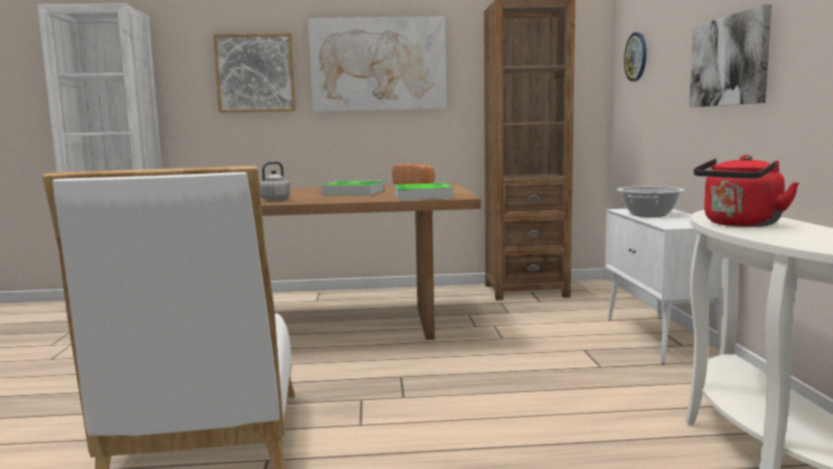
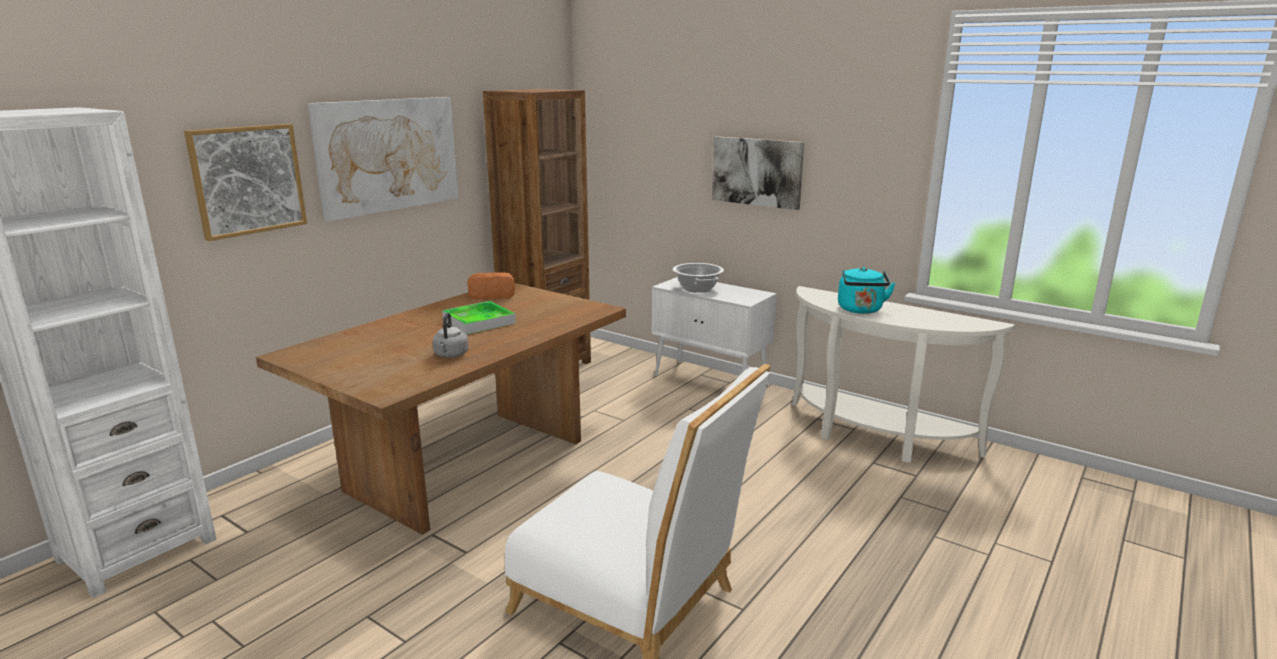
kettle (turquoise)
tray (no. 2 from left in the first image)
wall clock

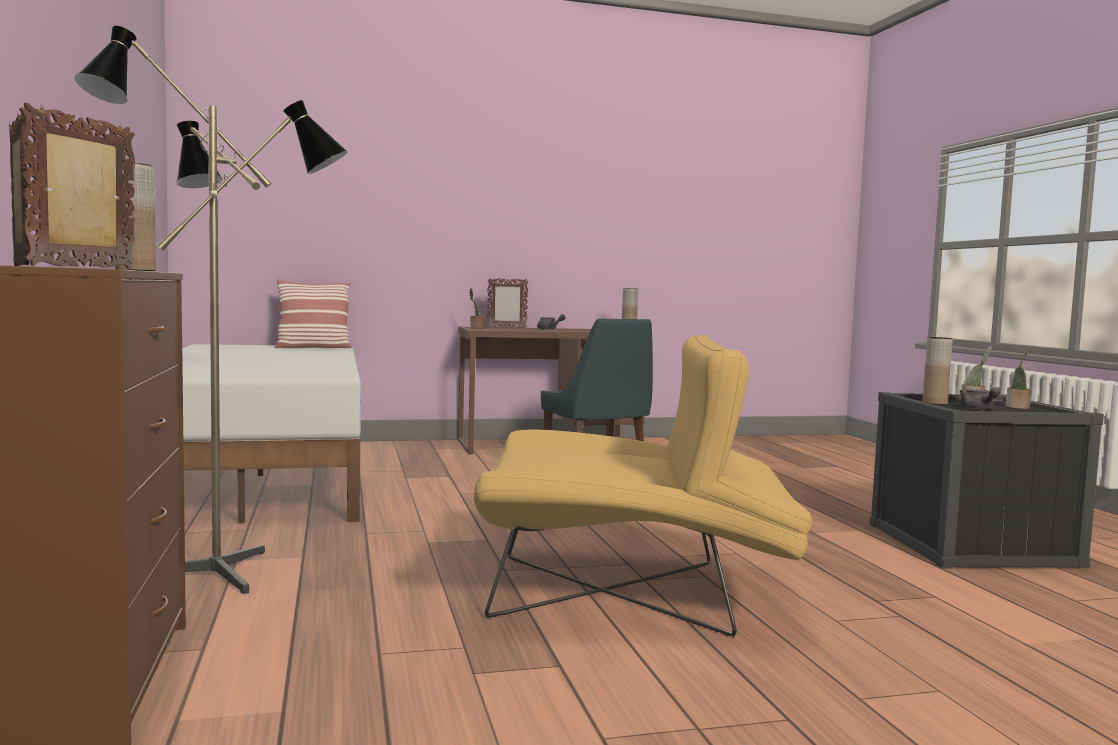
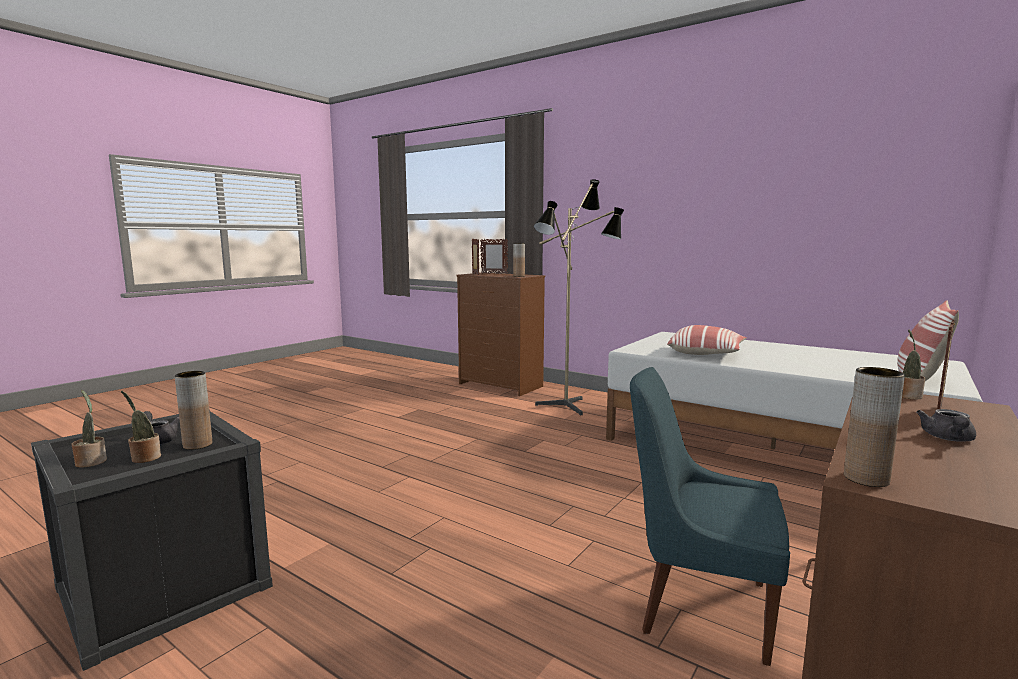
pillow (no. 1 from left)
armchair (yellow)

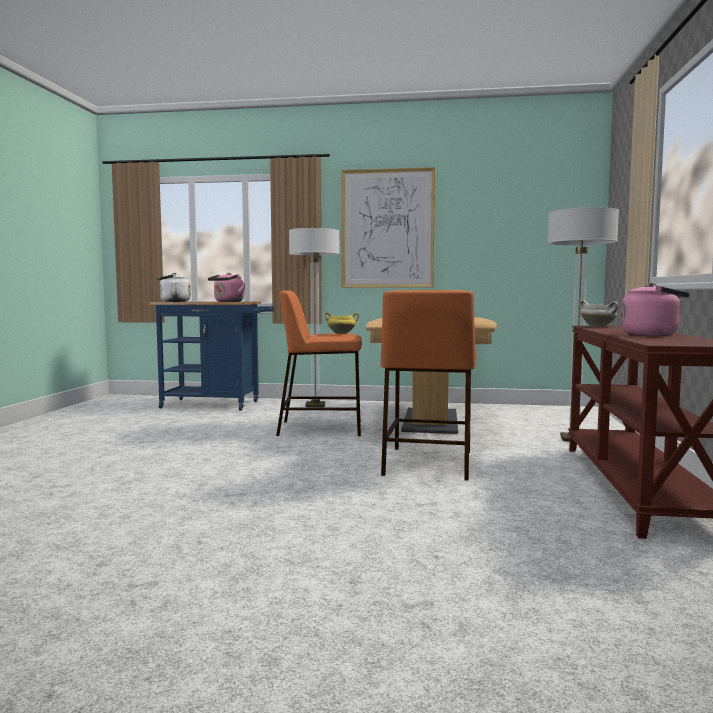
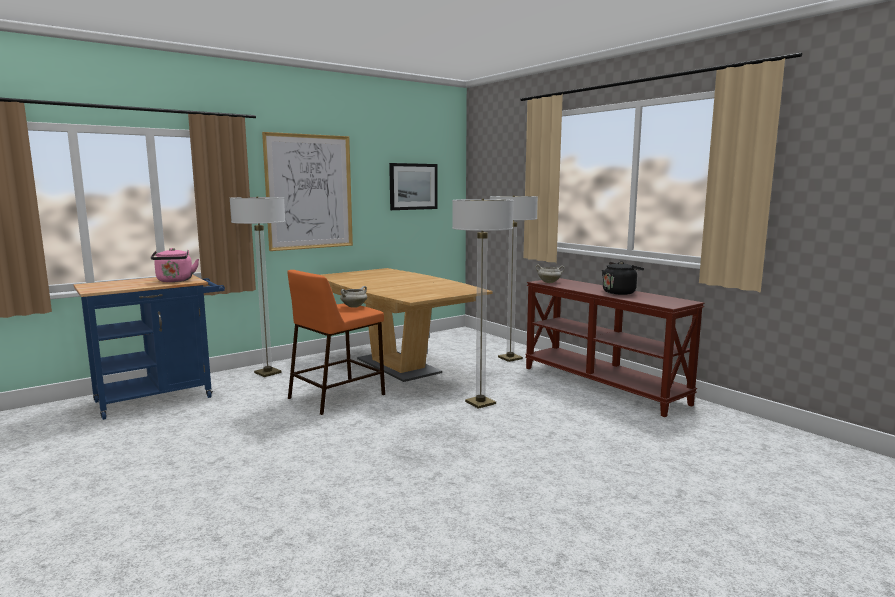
cooking pot (white) (no. 1 from left)
picture (no. 2 from left)
floor lamp (no. 2 from left)
kettle (black)
kettle (white)

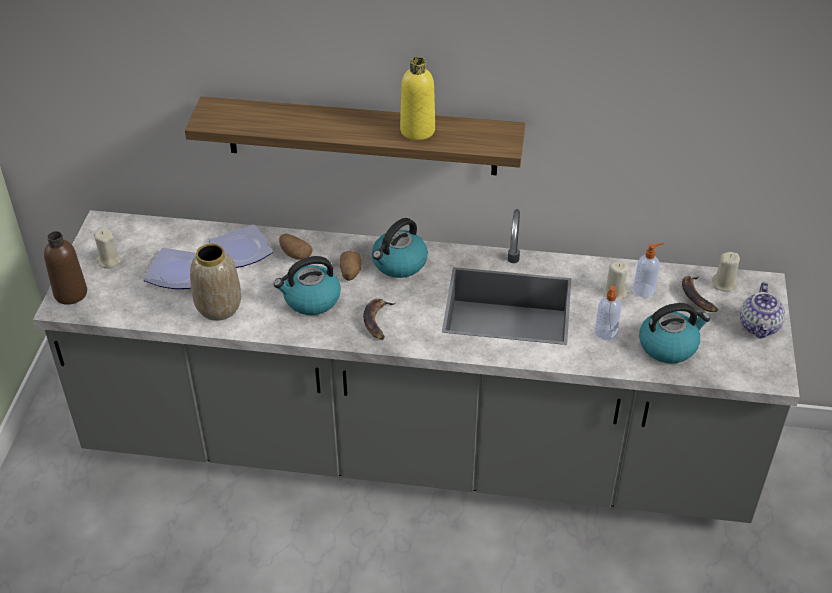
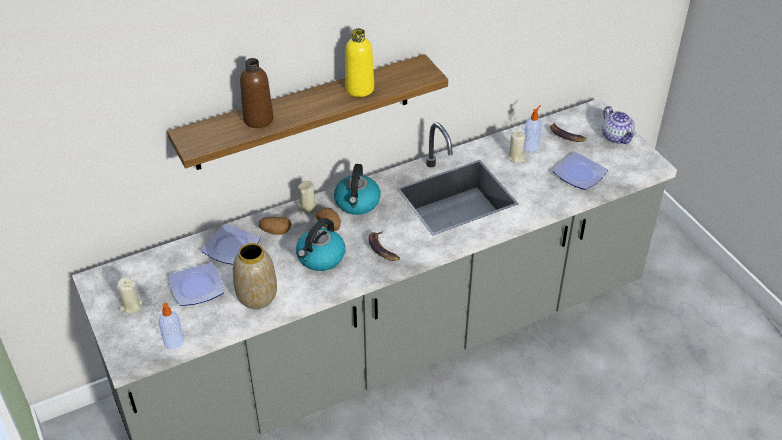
soap dispenser (no. 1 from left)
bottle (brown)
candle (beige) (no. 2 from left)
plate (no. 3 from left)

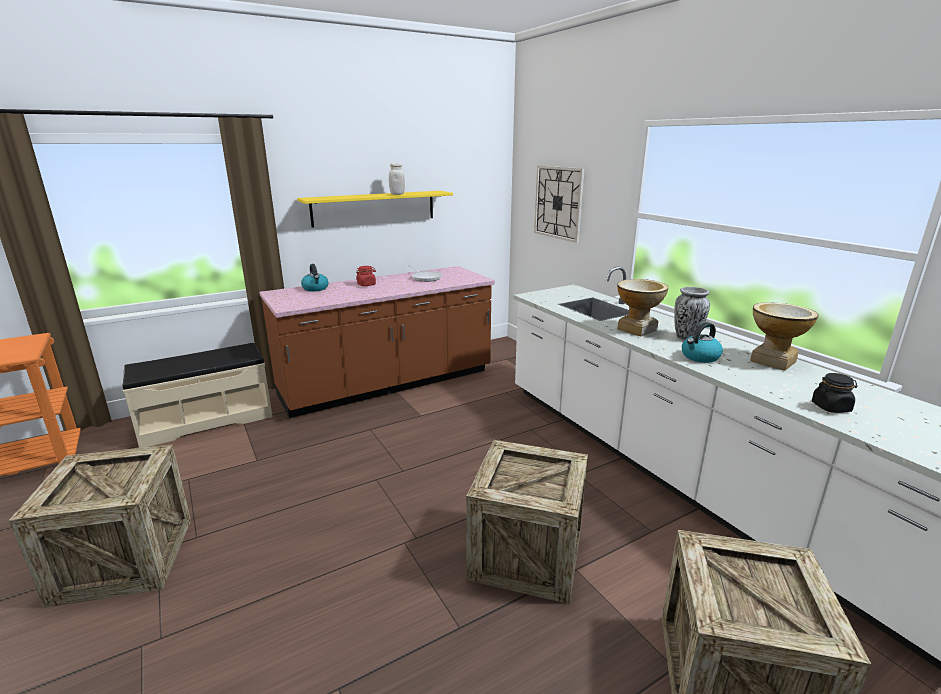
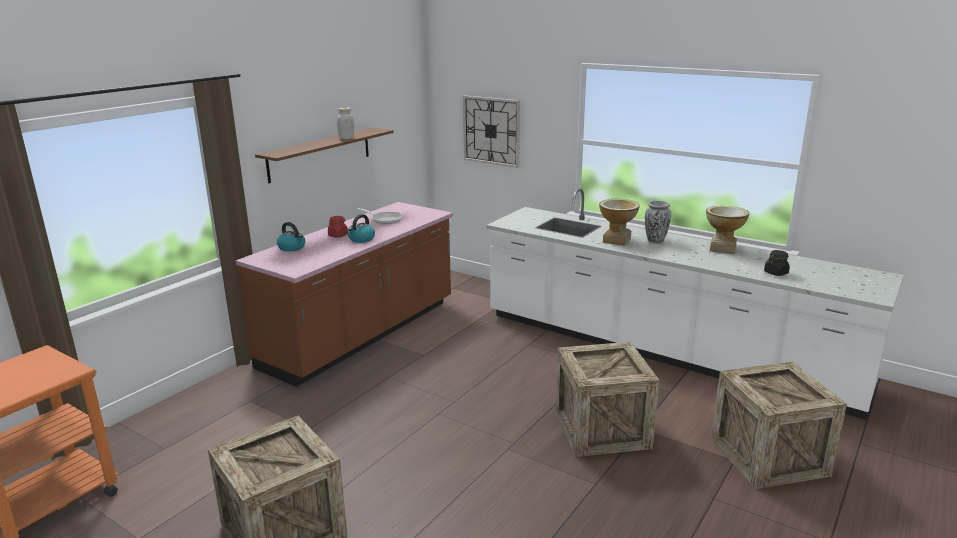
shelf (brown)
kettle (no. 2 from left)
bench (beige)

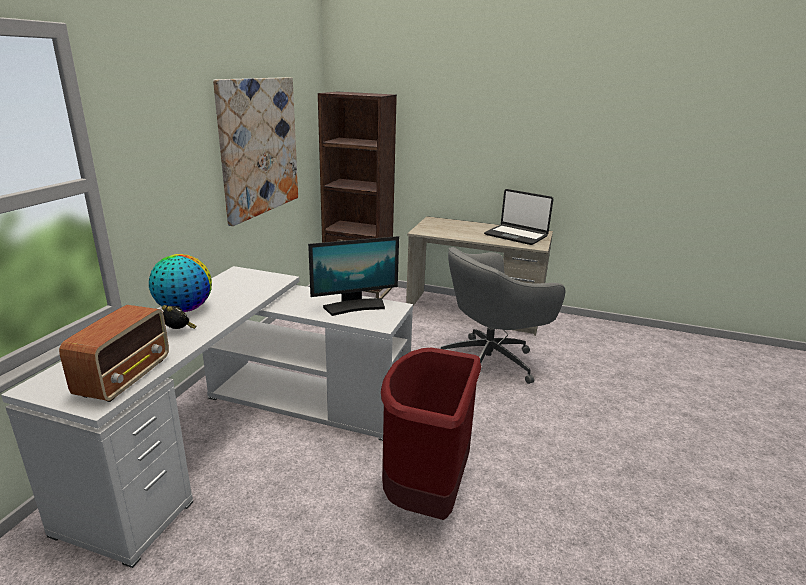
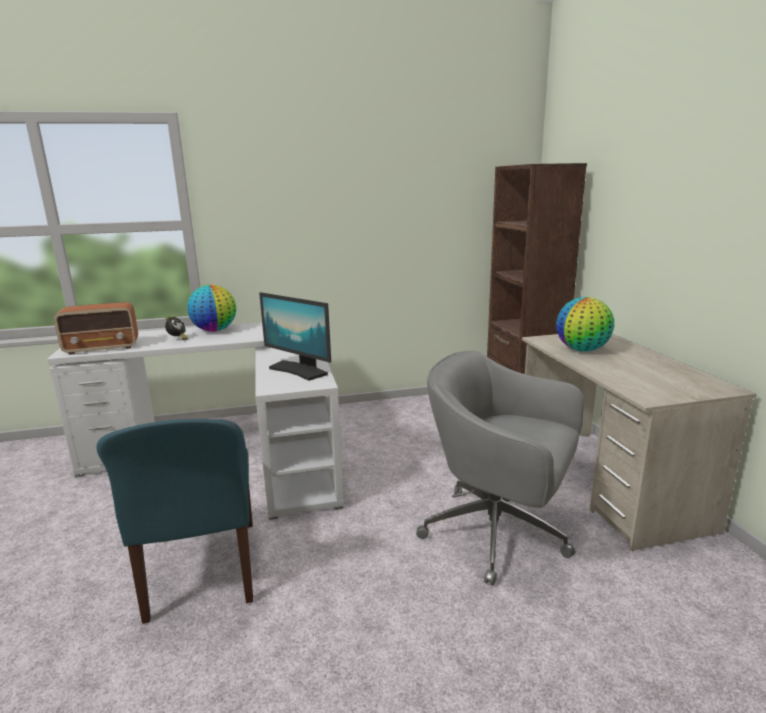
chair (blue)
globe (no. 2 from left)
picture
laptop

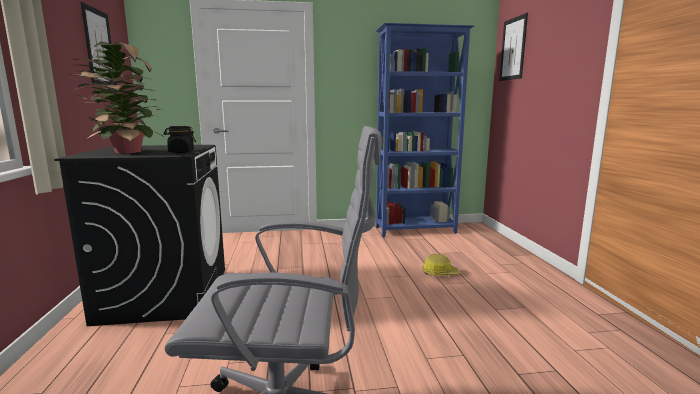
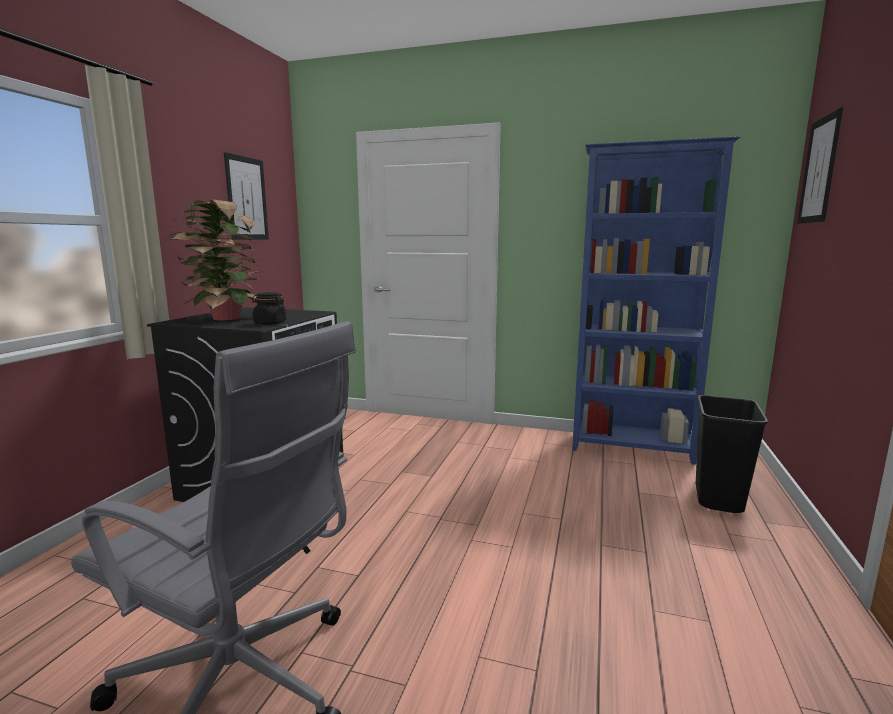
trash can (black)
hard hat

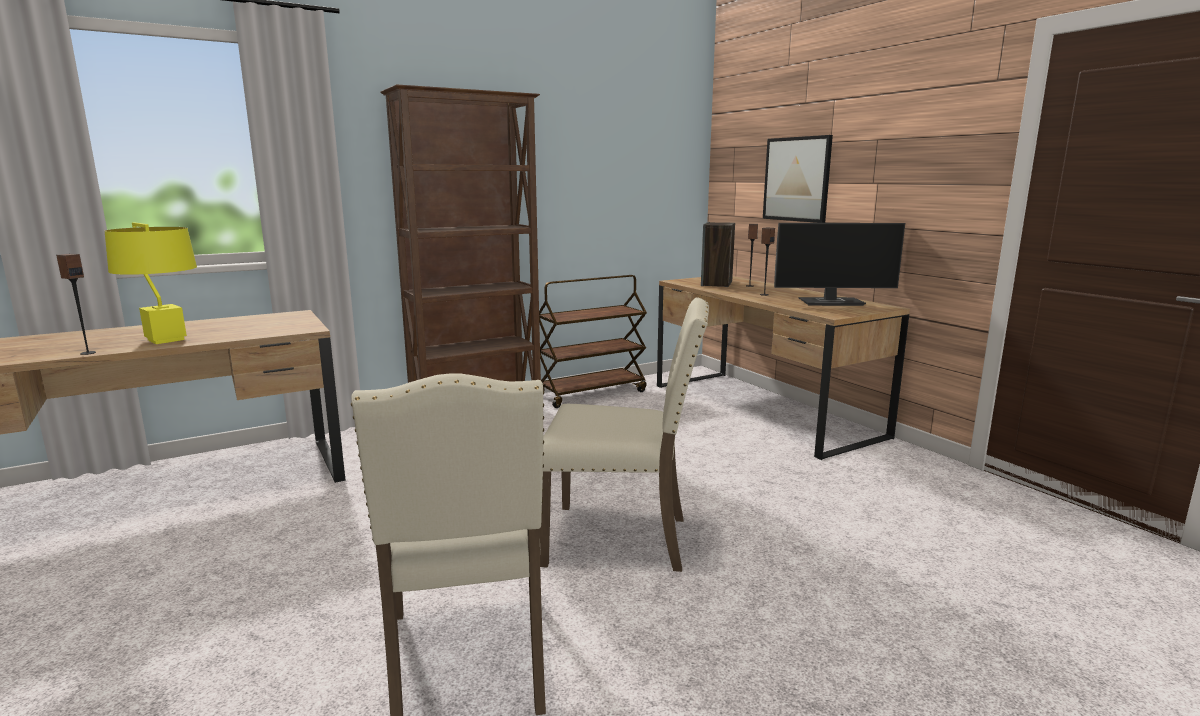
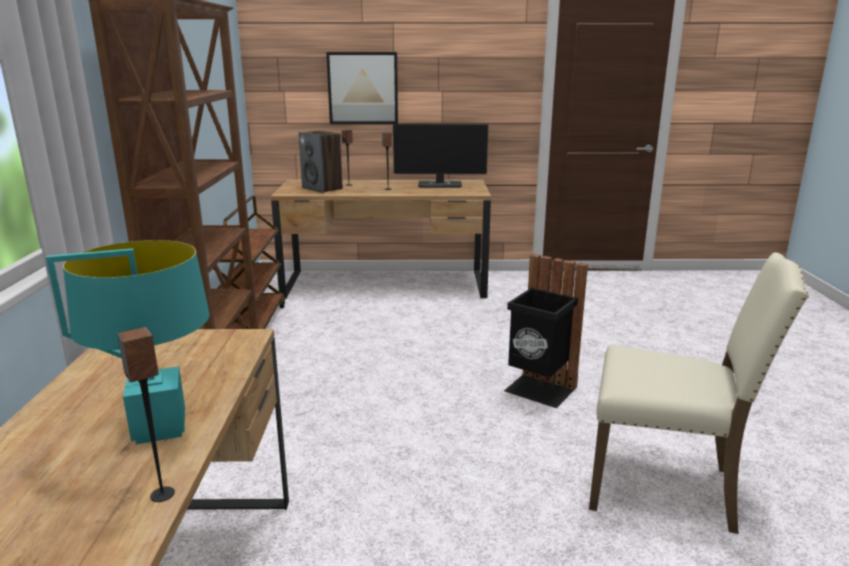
table lamp (turquoise)
monitor
trash can (black)

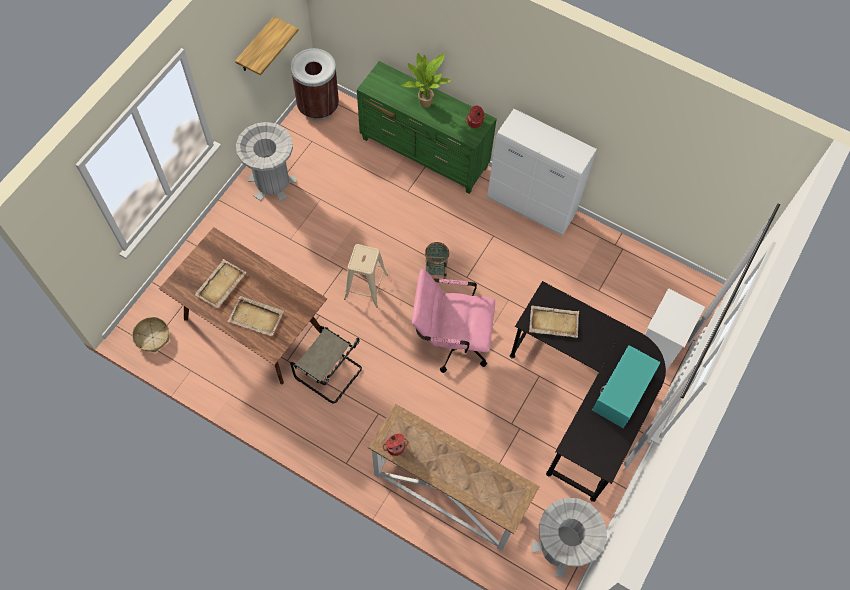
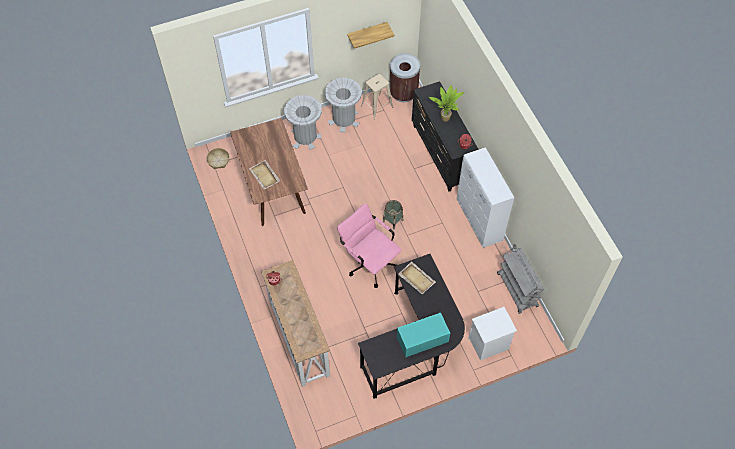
trash can (grey) (no. 1 from left)
stool (beige)
dresser (black)
cart (grey)
tray (beige) (no. 1 from left in the first image)
chair (beige)

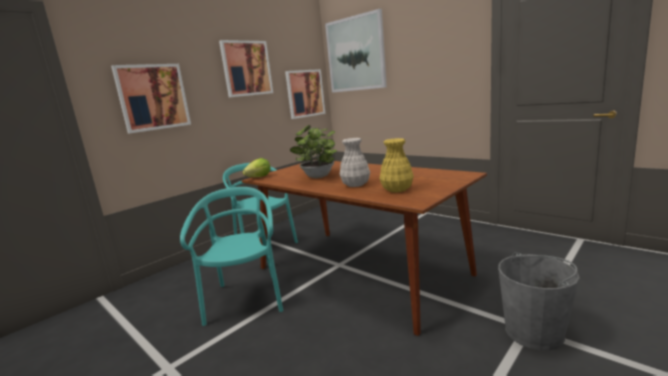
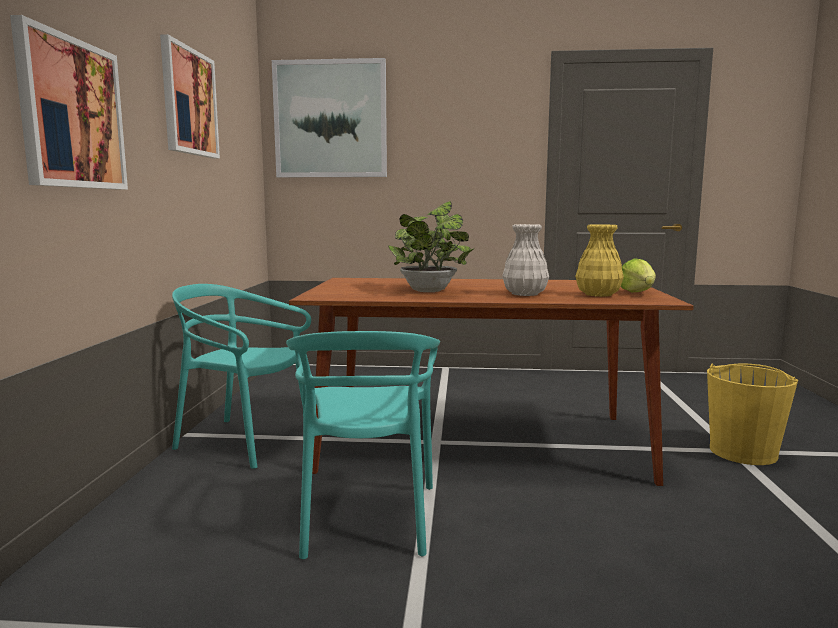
chair (turquoise) (no. 2 from left)
lettuce
bucket (yellow)
picture (no. 3 from left in the first image)

